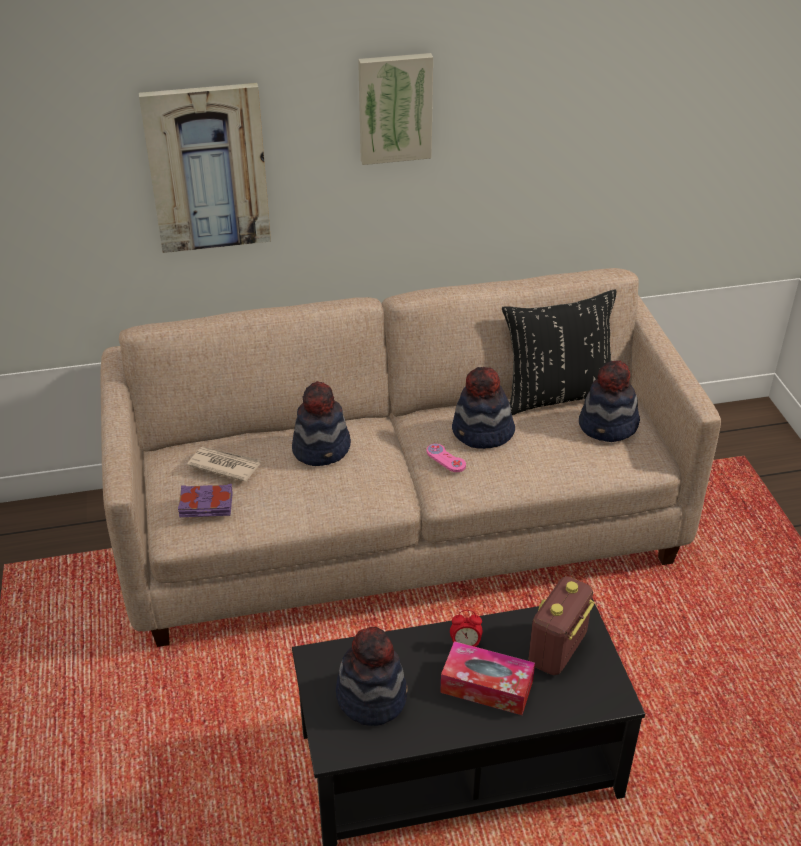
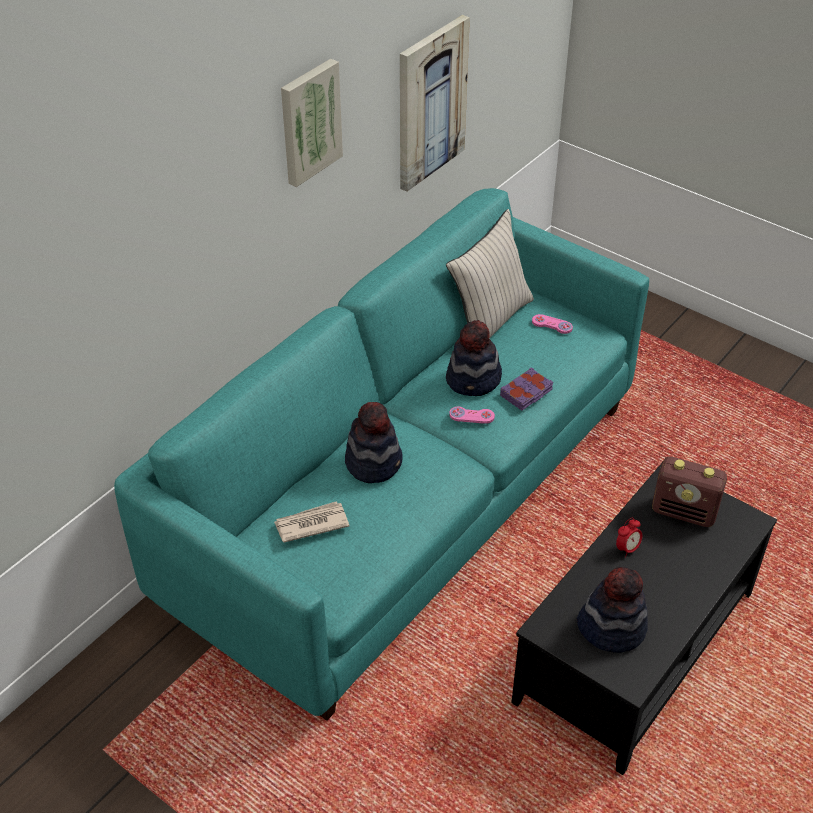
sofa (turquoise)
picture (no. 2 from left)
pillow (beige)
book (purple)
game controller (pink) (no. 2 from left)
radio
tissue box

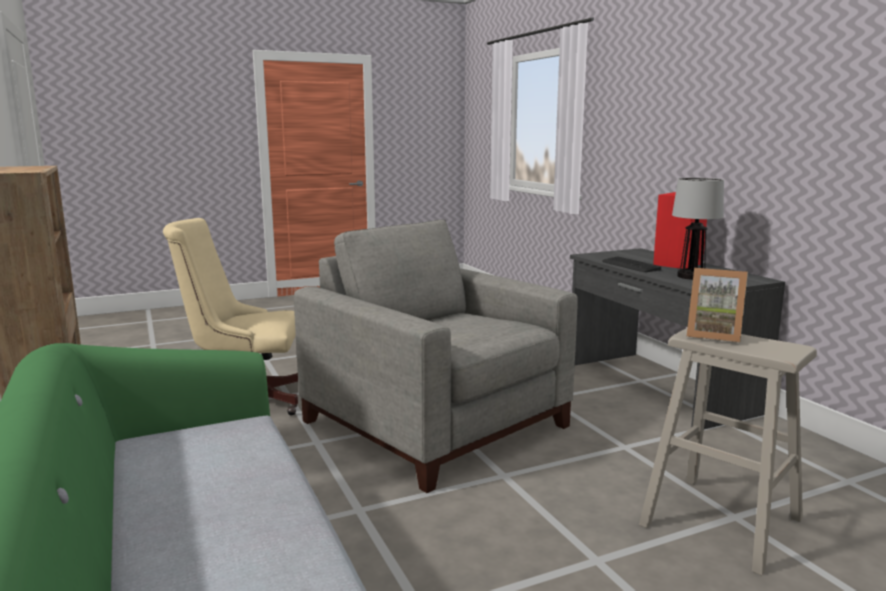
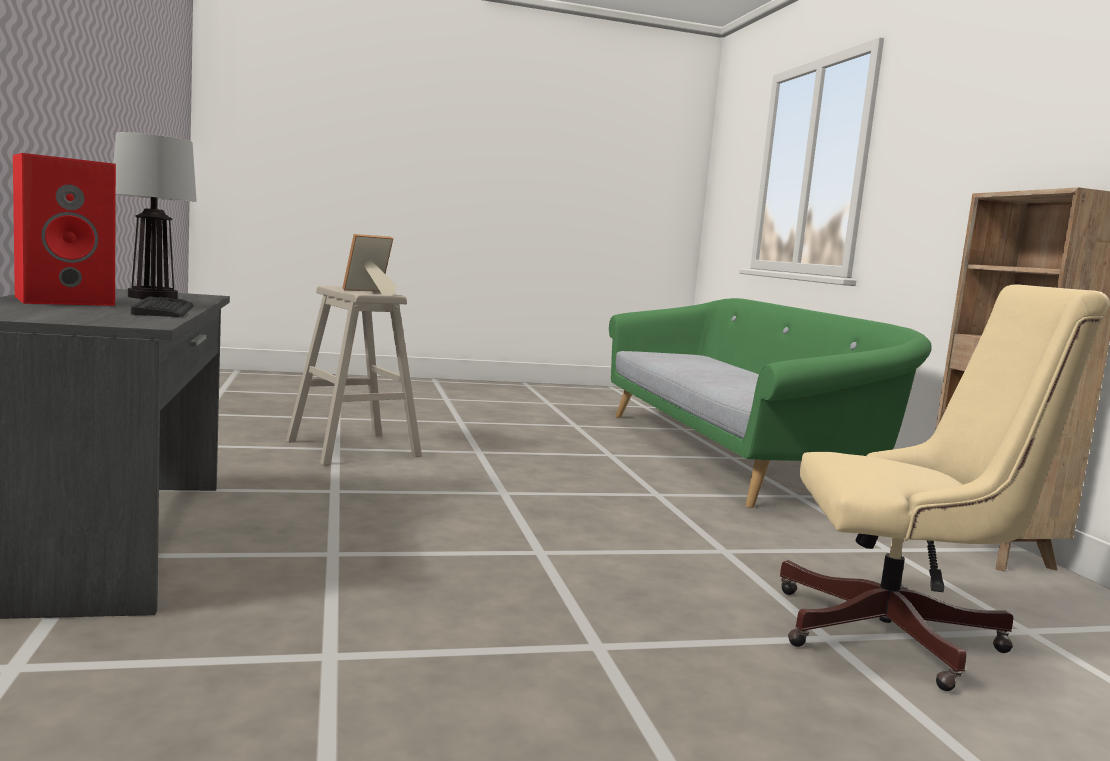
picture frame
armchair (grey)

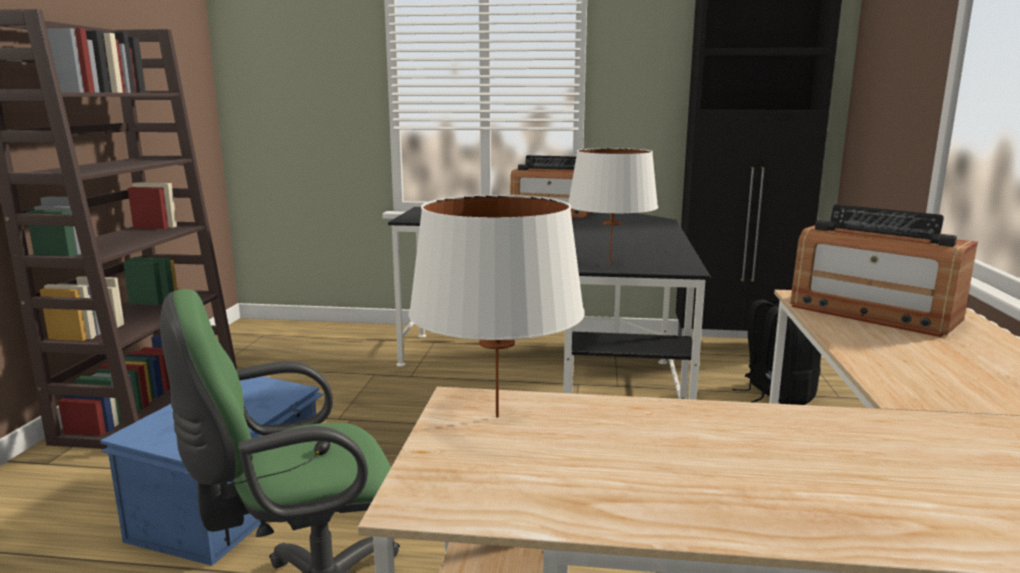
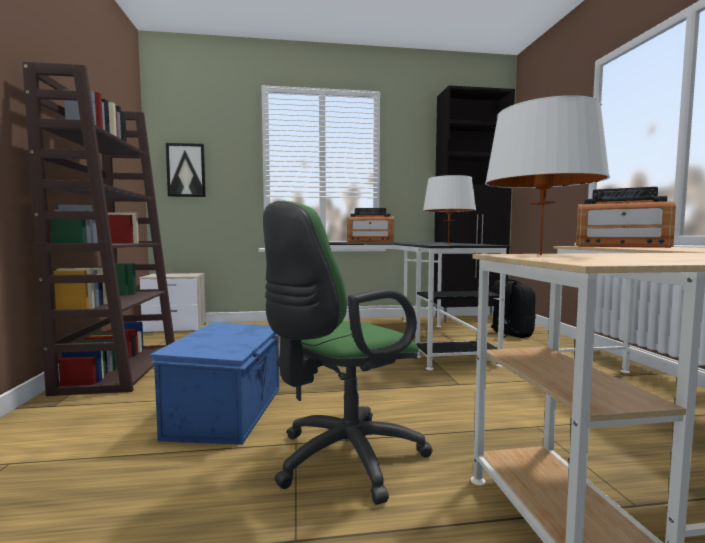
nightstand
picture

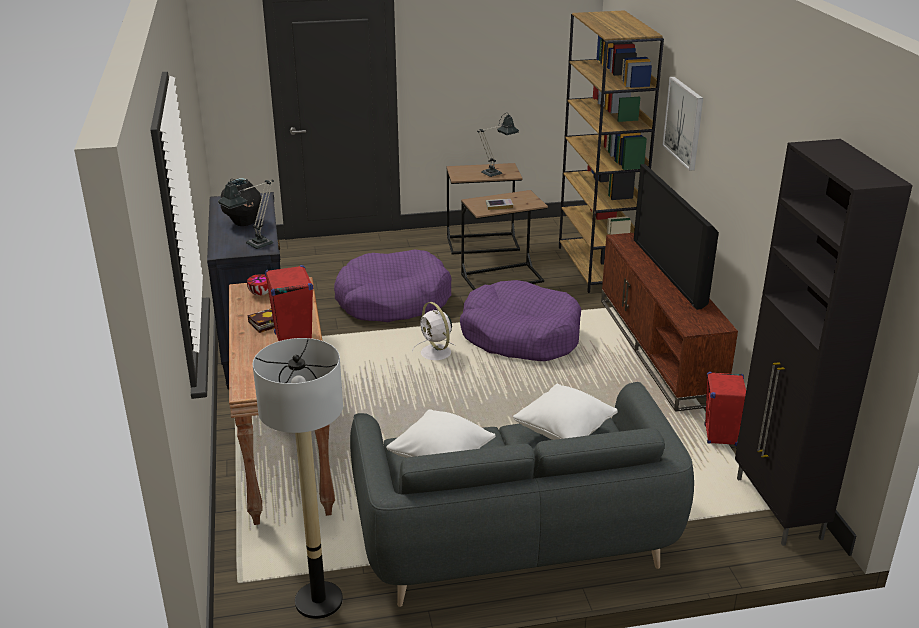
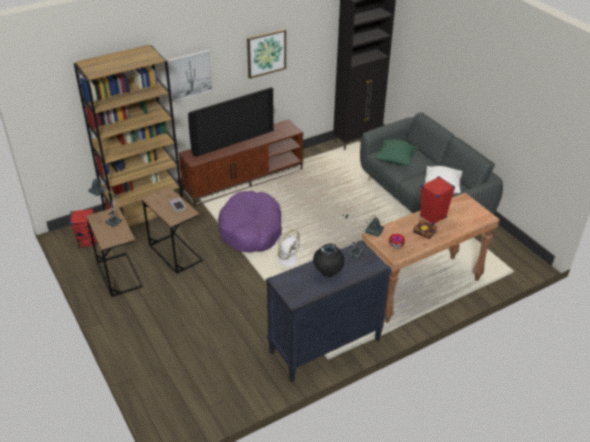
speaker (red) (no. 1 from left)
picture (no. 2 from left)
pillow (green)
floor lamp
dog bed (purple) (no. 1 from left in the first image)

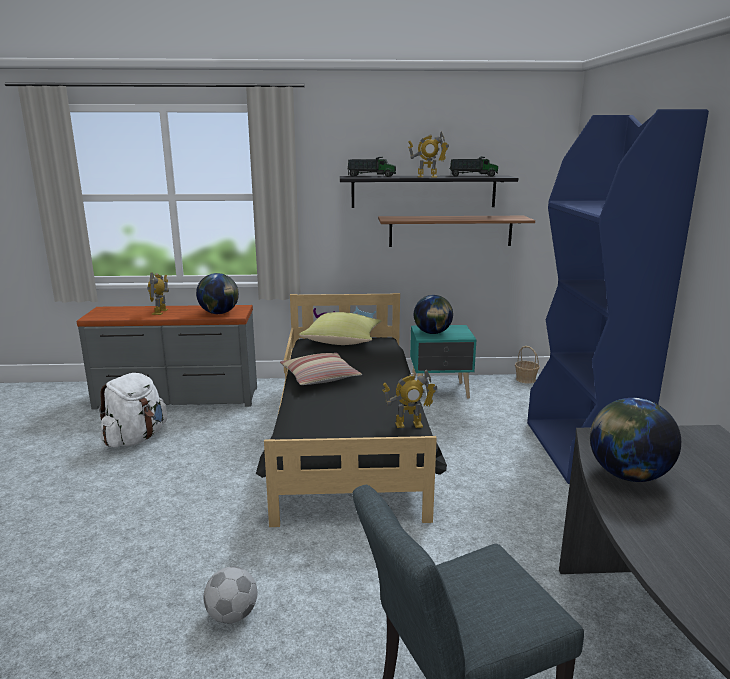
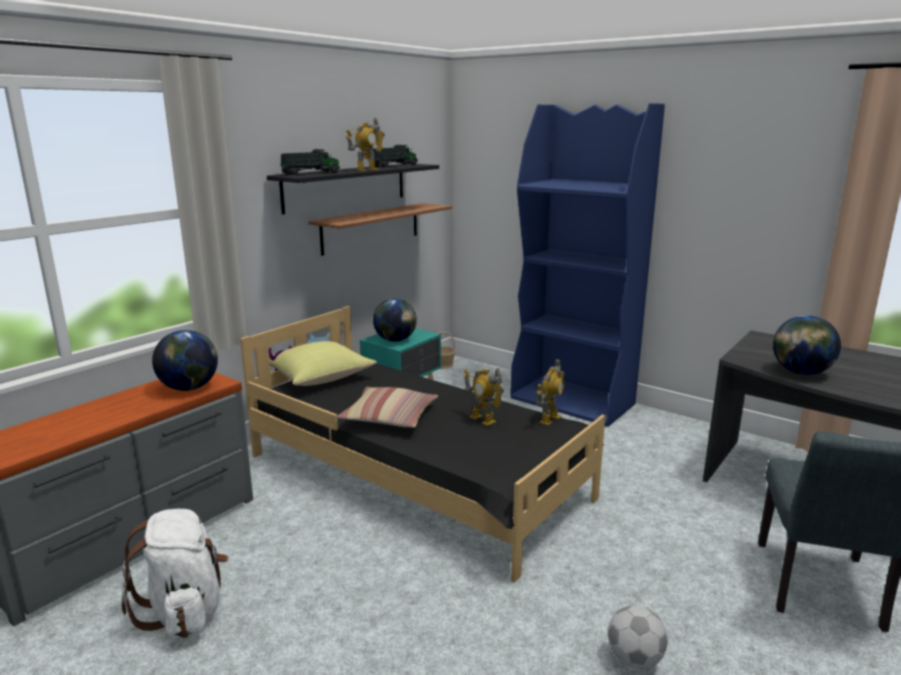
toy robot (no. 2 from left)

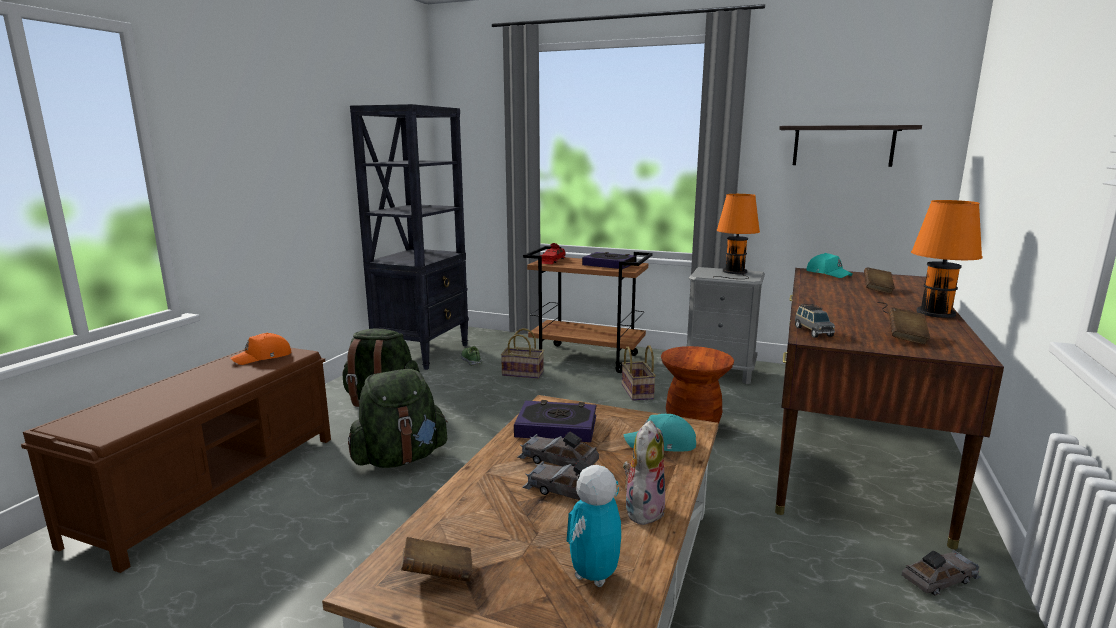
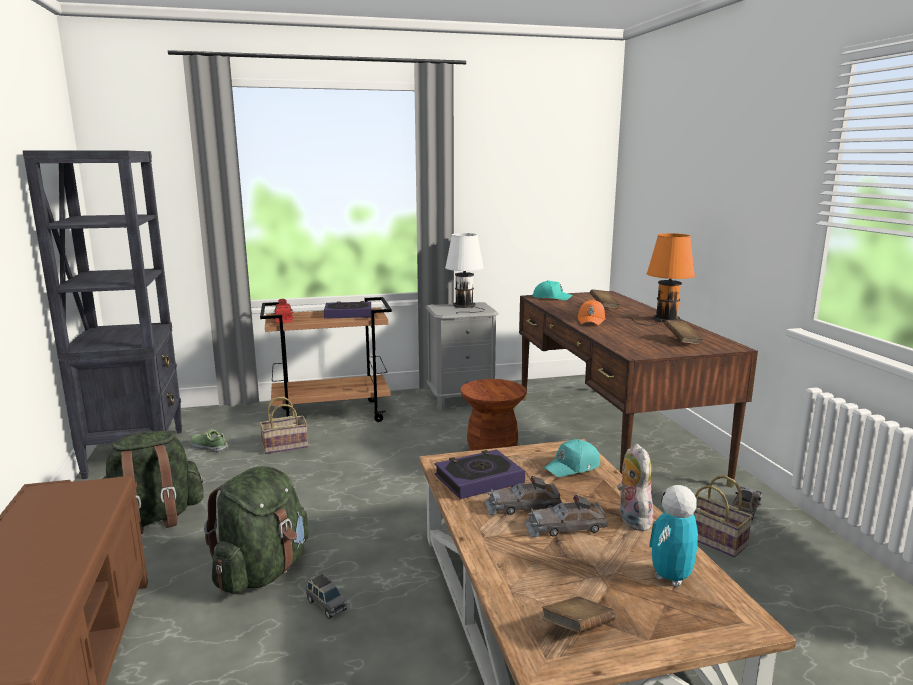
toy car (grey) (no. 1 from left)
table lamp (white)
cap (orange)
toy robot
basket (no. 2 from left)
shelf

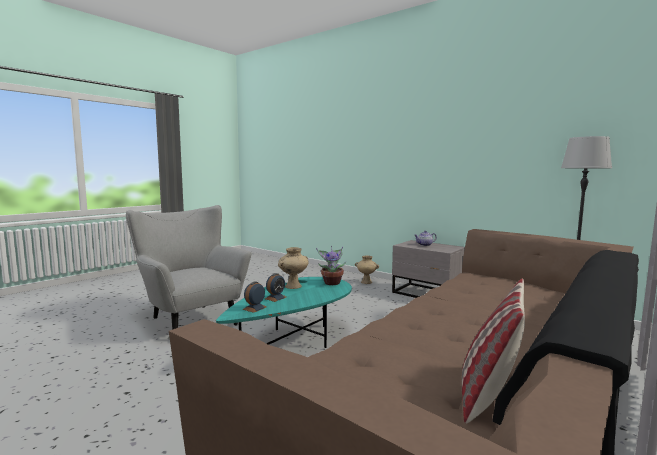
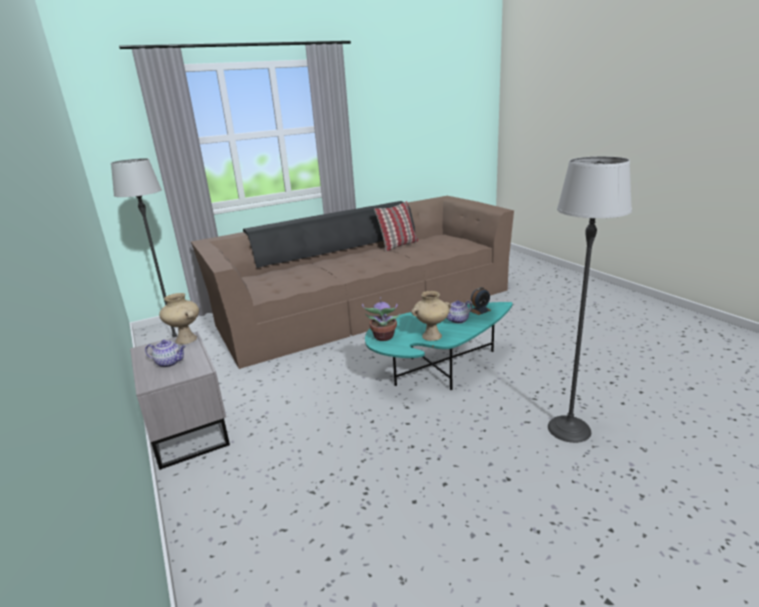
vase (beige) (no. 1 from left)
teapot (no. 2 from left)
floor lamp (no. 2 from left)

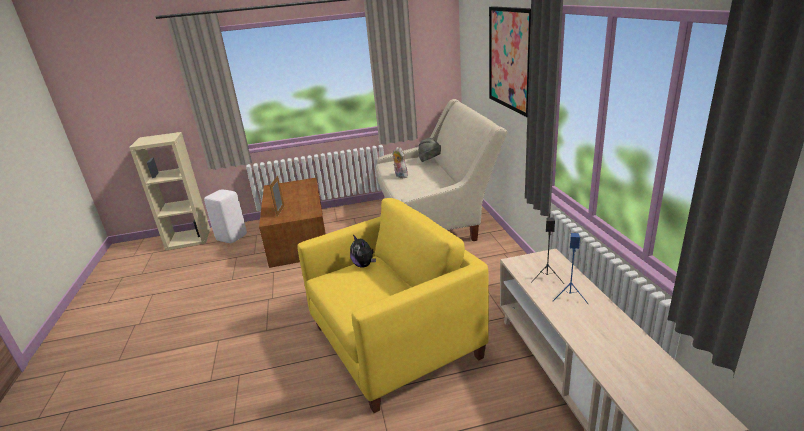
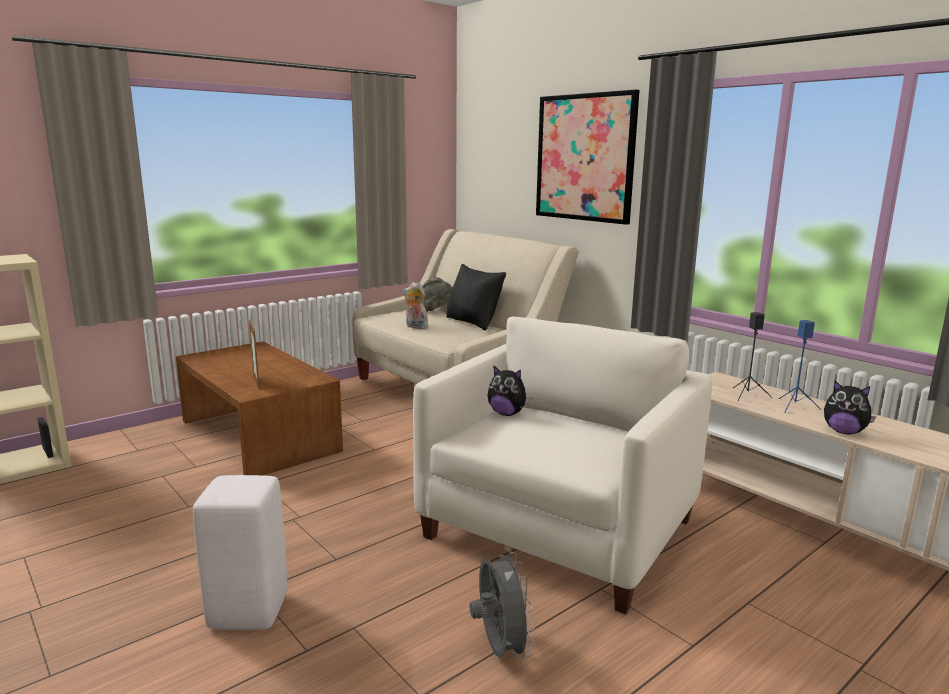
stool (white)
armchair (white)
pillow (black)
fan (grey)
plush toy (no. 3 from left)

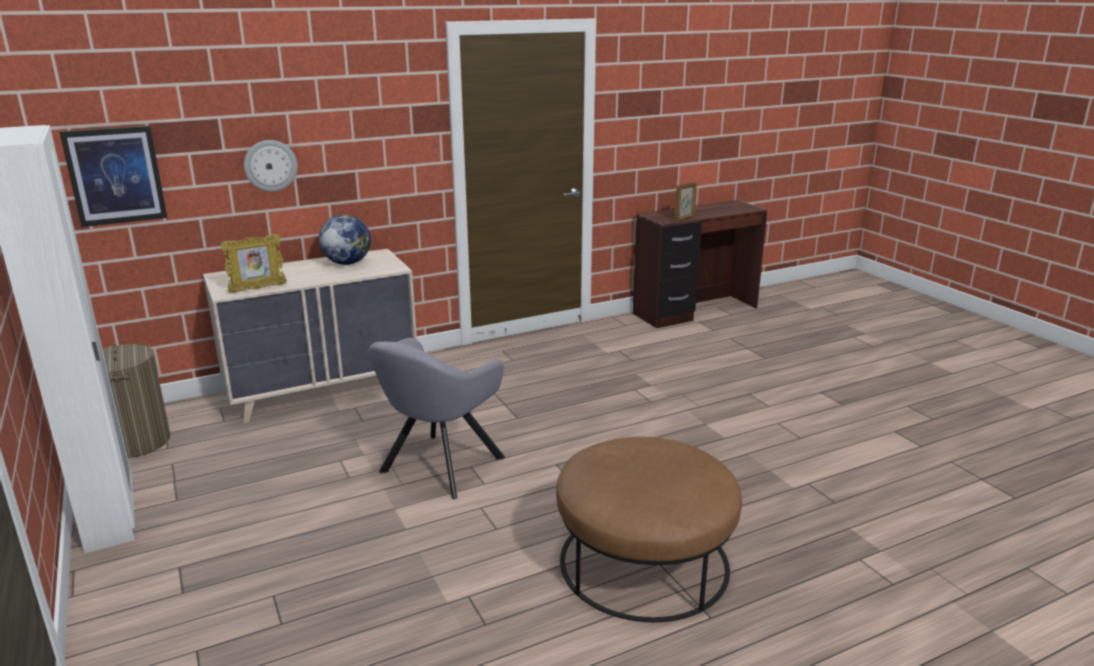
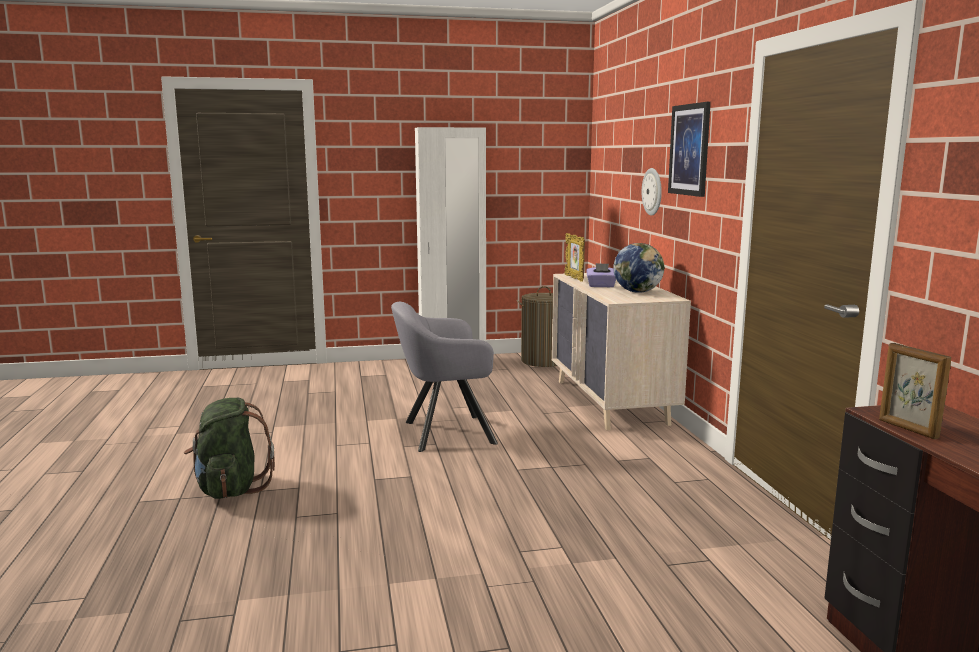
backpack (green)
armchair (grey)
tissue box (purple)
picture

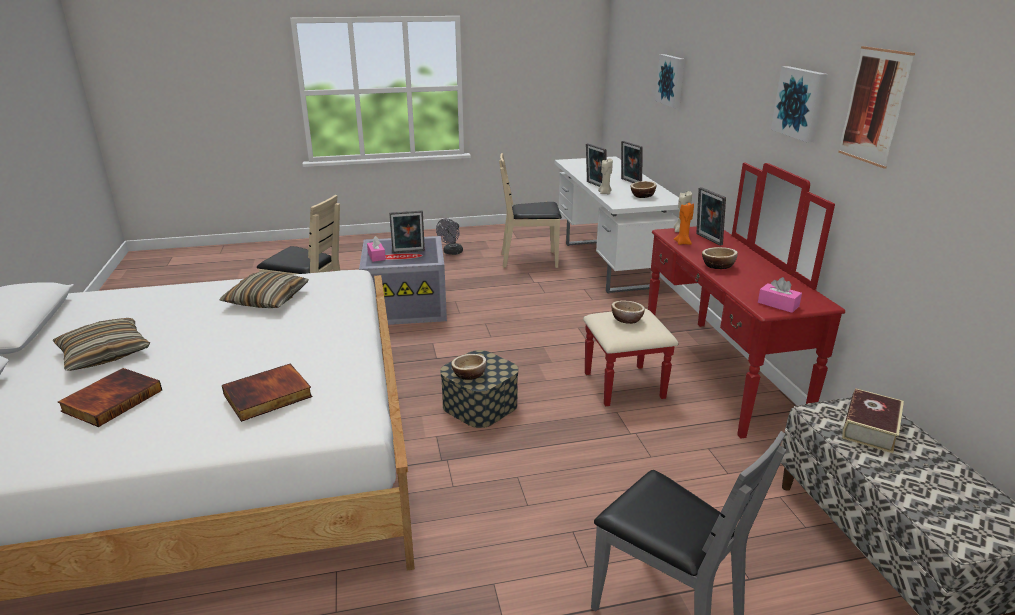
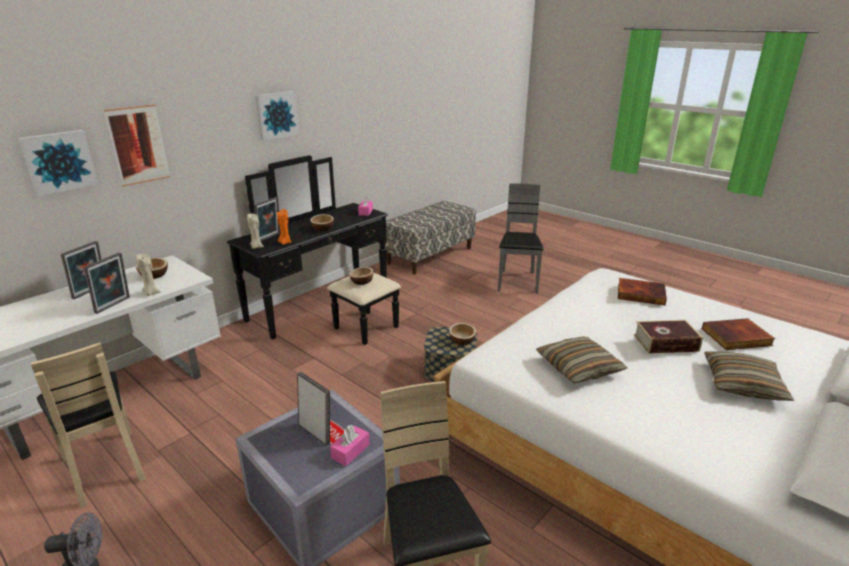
picture (no. 2 from left)
dresser (black)
book (no. 2 from left)

